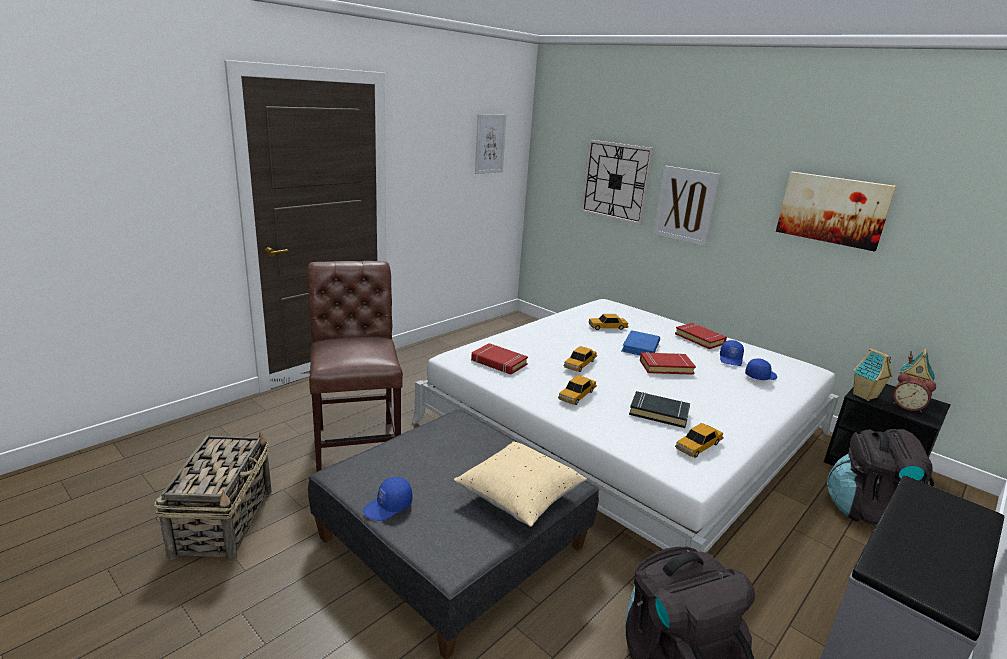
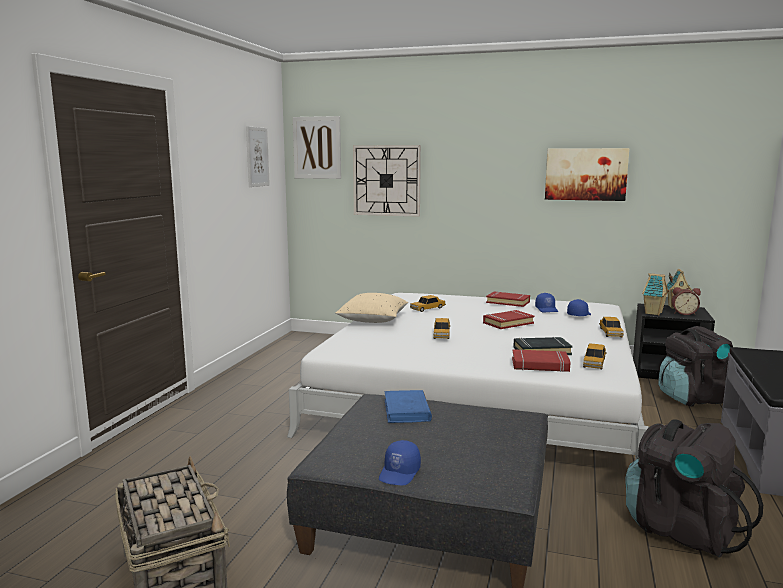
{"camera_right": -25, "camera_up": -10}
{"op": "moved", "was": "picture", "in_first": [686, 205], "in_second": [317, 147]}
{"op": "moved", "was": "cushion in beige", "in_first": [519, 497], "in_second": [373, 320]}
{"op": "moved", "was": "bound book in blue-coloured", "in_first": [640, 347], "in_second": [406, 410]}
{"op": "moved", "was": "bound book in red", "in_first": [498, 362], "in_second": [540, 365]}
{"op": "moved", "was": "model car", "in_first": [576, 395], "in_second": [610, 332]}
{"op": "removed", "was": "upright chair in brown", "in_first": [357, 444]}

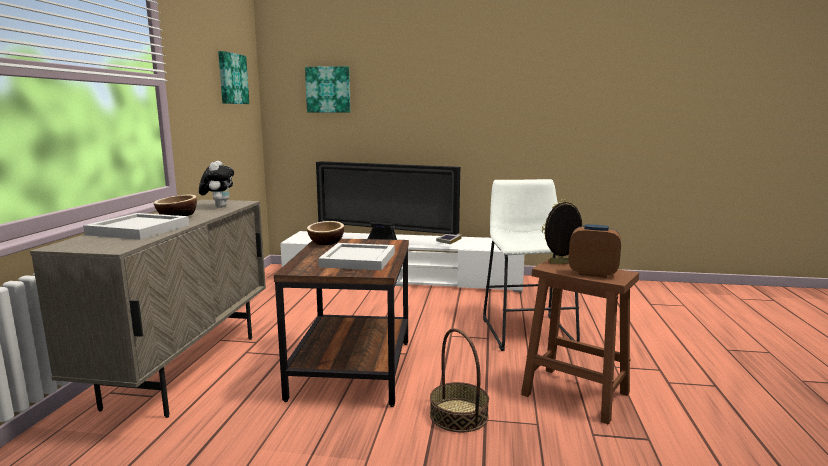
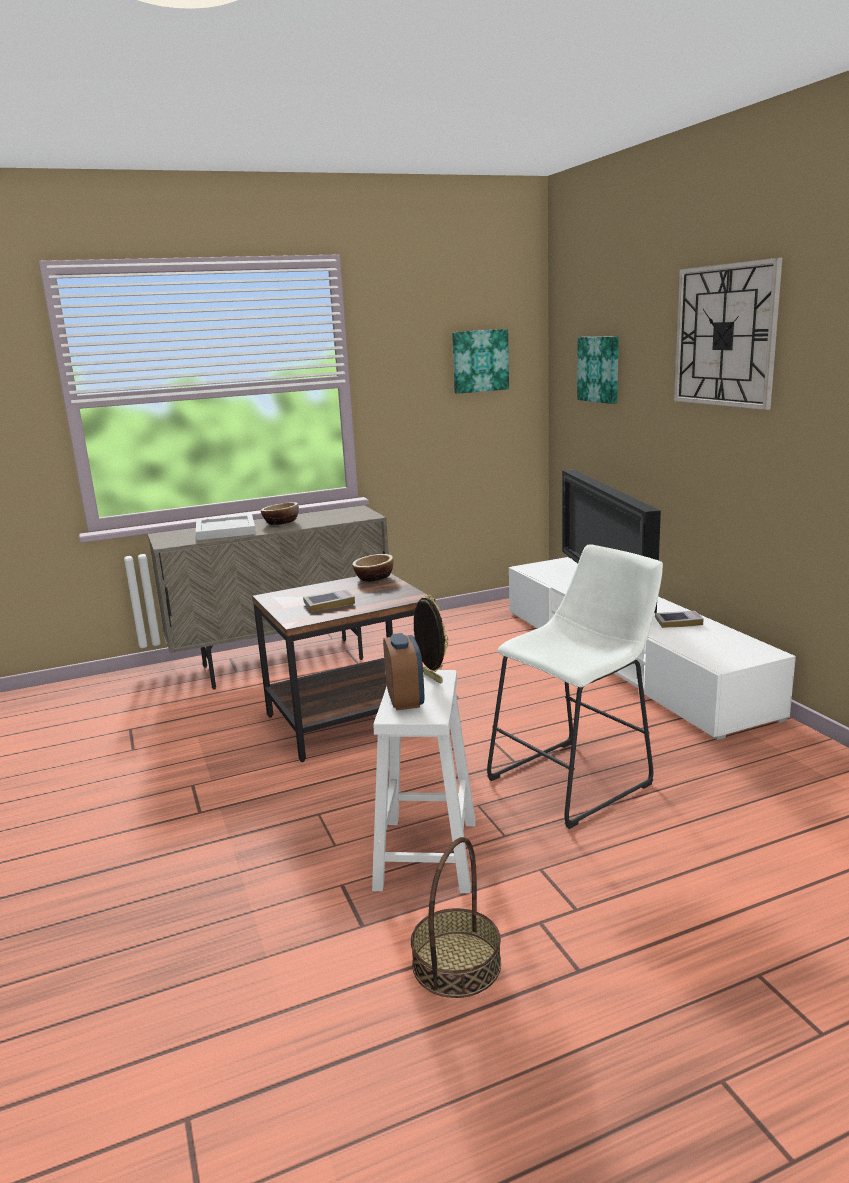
{"camera_right": 60, "camera_up": 5}
{"op": "replaced", "was": "tray in white-coloured", "now": "bound book", "in_first": [359, 259], "in_second": [329, 604]}
{"op": "recoloured", "was": "stool seat in brown", "now": "stool seat in white-coloured", "in_first": [577, 394], "in_second": [427, 855]}
{"op": "moved", "was": "household basket", "in_first": [459, 415], "in_second": [456, 964]}
{"op": "added", "now": "clock on the wall", "in_second": [725, 336]}
{"op": "removed", "was": "soft toy", "in_first": [219, 206]}

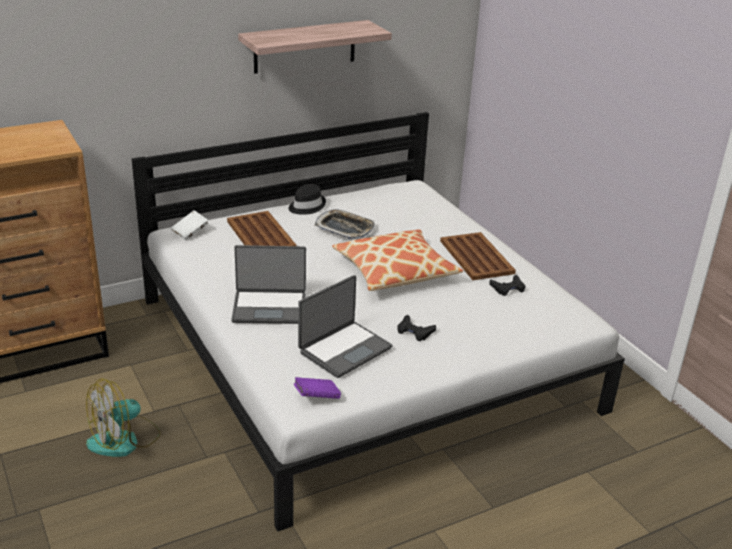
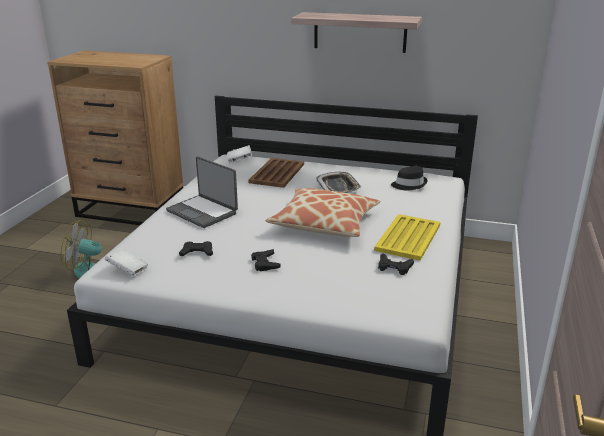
{"camera_right": 45, "camera_up": -5}
{"op": "recoloured", "was": "bound book in purple", "now": "bound book in white-coloured", "in_first": [316, 397], "in_second": [128, 270]}
{"op": "replaced", "was": "laptop", "now": "gamepad in blackish", "in_first": [344, 349], "in_second": [197, 252]}
{"op": "recoloured", "was": "tray in brown", "now": "tray in yellow-coloured", "in_first": [476, 256], "in_second": [408, 237]}
{"op": "moved", "was": "clothing hat in blackish", "in_first": [306, 206], "in_second": [409, 184]}

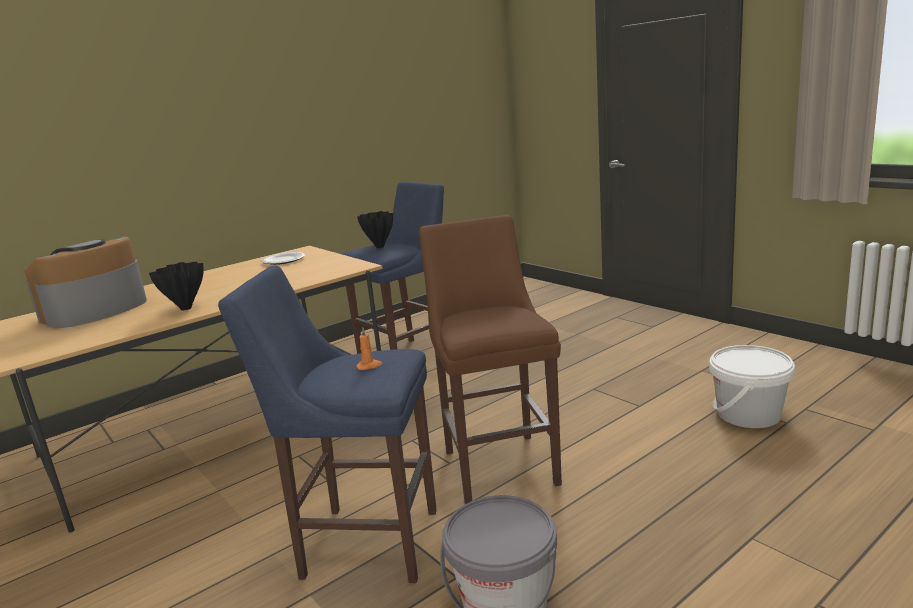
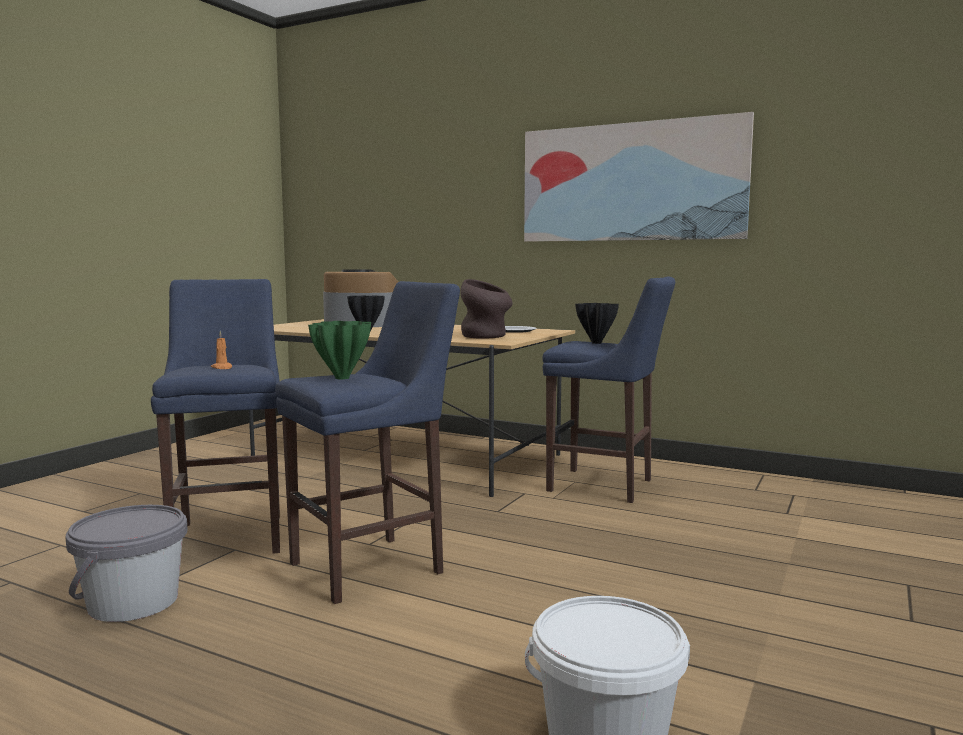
{"camera_right": 65, "camera_up": -10}
{"op": "recoloured", "was": "stool seat in brown", "now": "stool seat in blue-coloured", "in_first": [499, 463], "in_second": [373, 566]}
{"op": "added", "now": "vase in greenish", "in_second": [343, 378]}
{"op": "added", "now": "vase in brown", "in_second": [486, 336]}
{"op": "added", "now": "picture", "in_second": [630, 182]}

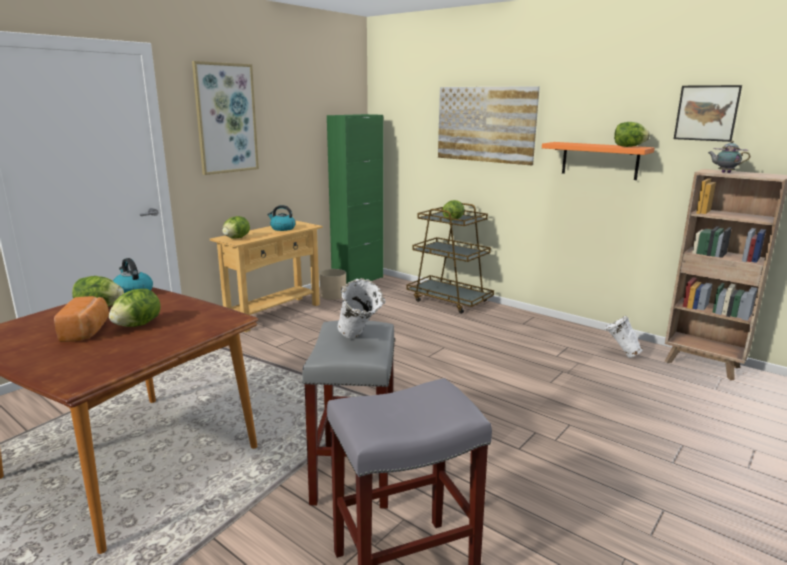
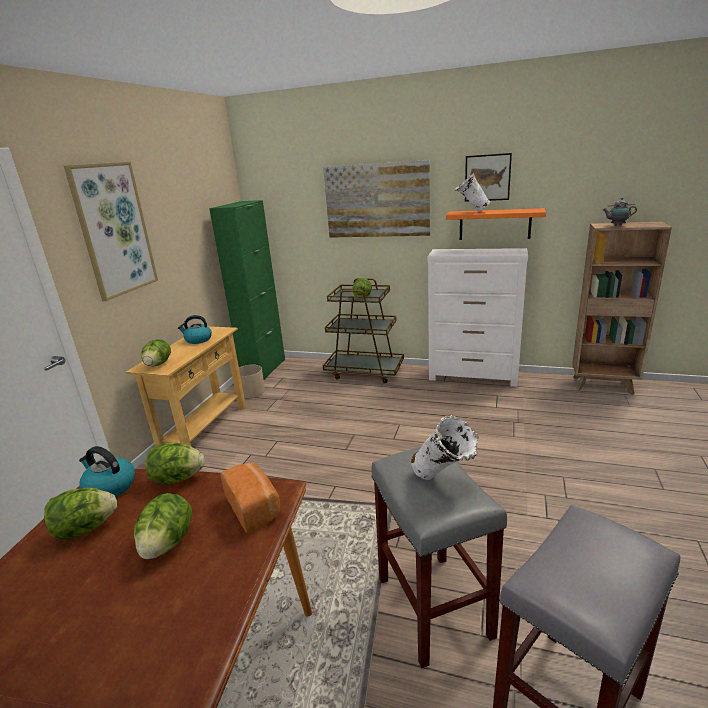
{"camera_right": -20, "camera_up": 5}
{"op": "moved", "was": "lettuce head", "in_first": [628, 146], "in_second": [178, 479]}
{"op": "moved", "was": "bread", "in_first": [87, 331], "in_second": [254, 507]}
{"op": "added", "now": "dresser in white-coloured", "in_second": [473, 377]}
{"op": "moved", "was": "vase in white-coloured", "in_first": [620, 354], "in_second": [471, 212]}
{"op": "moved", "was": "picture", "in_first": [706, 113], "in_second": [487, 177]}

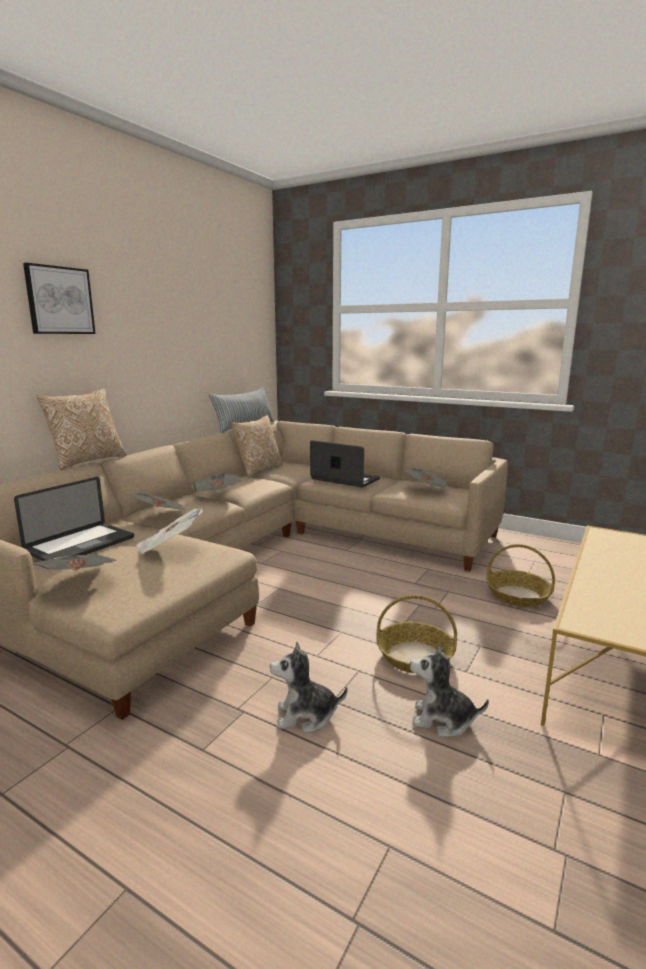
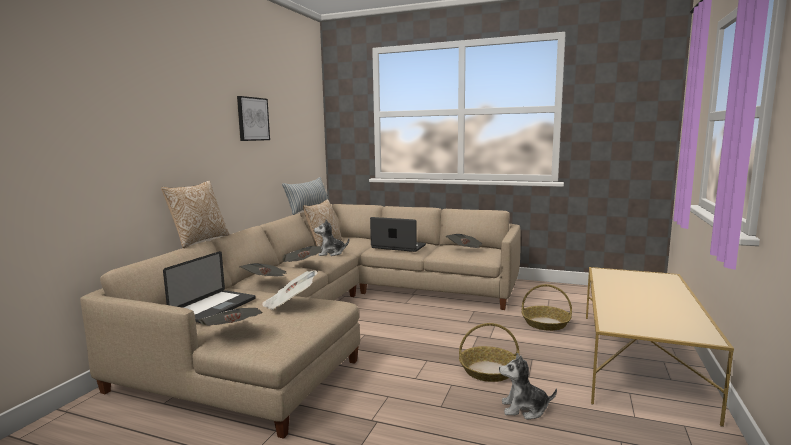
{"camera_right": -10, "camera_up": -5}
{"op": "moved", "was": "picture", "in_first": [59, 300], "in_second": [252, 119]}
{"op": "moved", "was": "soft toy", "in_first": [306, 716], "in_second": [331, 253]}

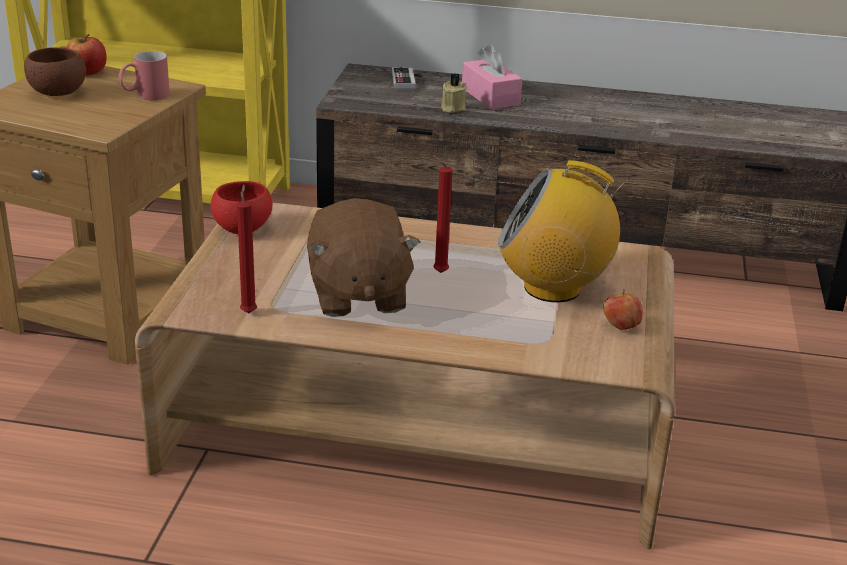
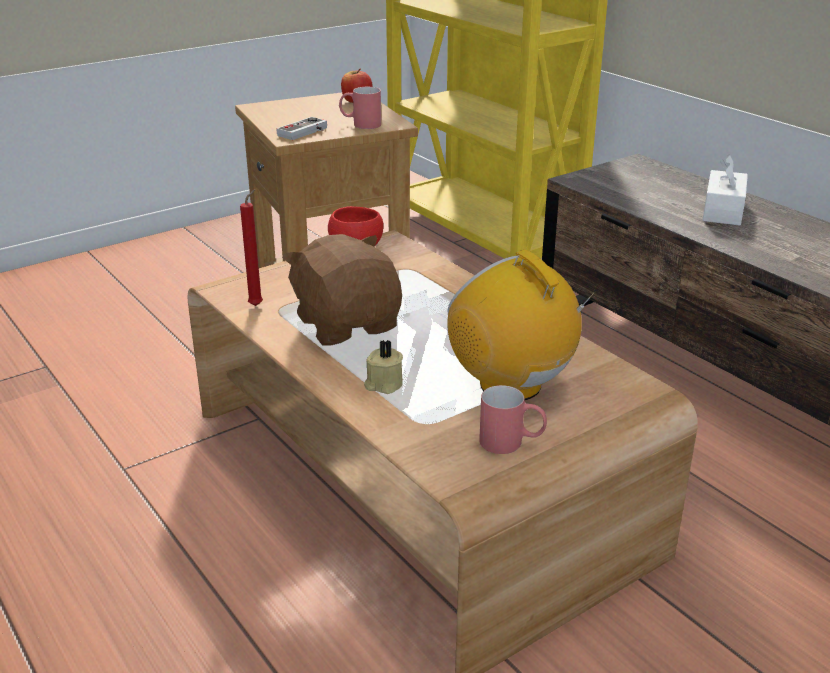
{"camera_right": 45, "camera_up": 0}
{"op": "moved", "was": "gamepad", "in_first": [408, 82], "in_second": [306, 133]}
{"op": "turned", "was": "soft toy in brown", "in_first": [357, 295], "in_second": [347, 324], "clockwise": 120}
{"op": "moved", "was": "wax light in beige", "in_first": [452, 108], "in_second": [383, 384]}
{"op": "replaced", "was": "whole apple", "now": "tea mug in red", "in_first": [620, 327], "in_second": [511, 443]}
{"op": "recoloured", "was": "box of tissues in pink", "now": "box of tissues in white-coloured", "in_first": [490, 96], "in_second": [723, 211]}
{"op": "removed", "was": "deep dish in brown", "in_first": [58, 93]}
{"op": "removed", "was": "wax light in red", "in_first": [438, 272]}

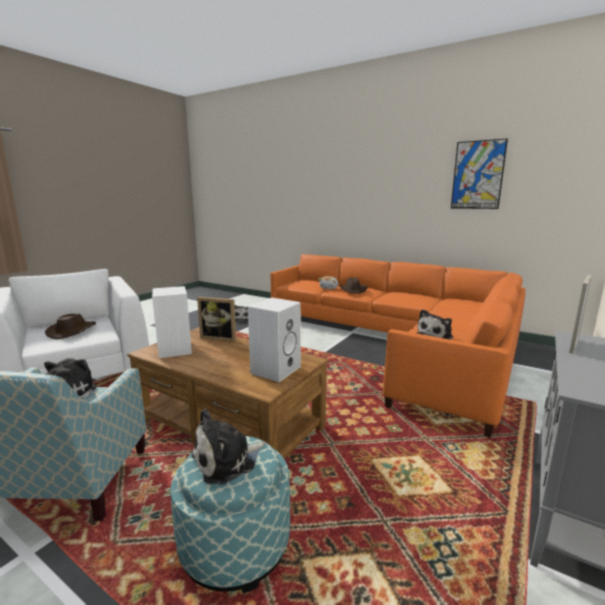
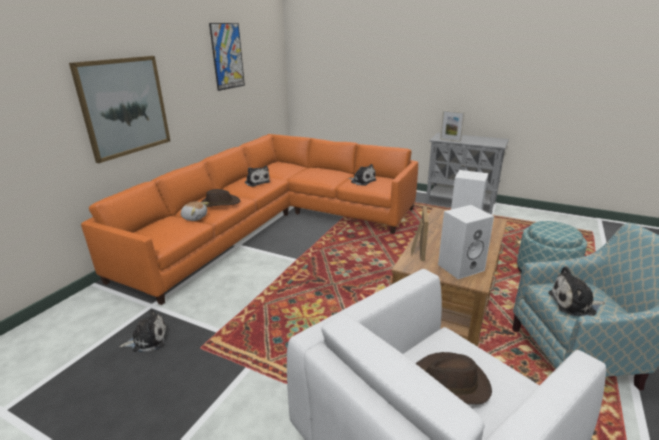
{"camera_right": -95, "camera_up": 10}
{"op": "added", "now": "picture", "in_second": [124, 107]}
{"op": "moved", "was": "soft toy", "in_first": [227, 460], "in_second": [257, 182]}

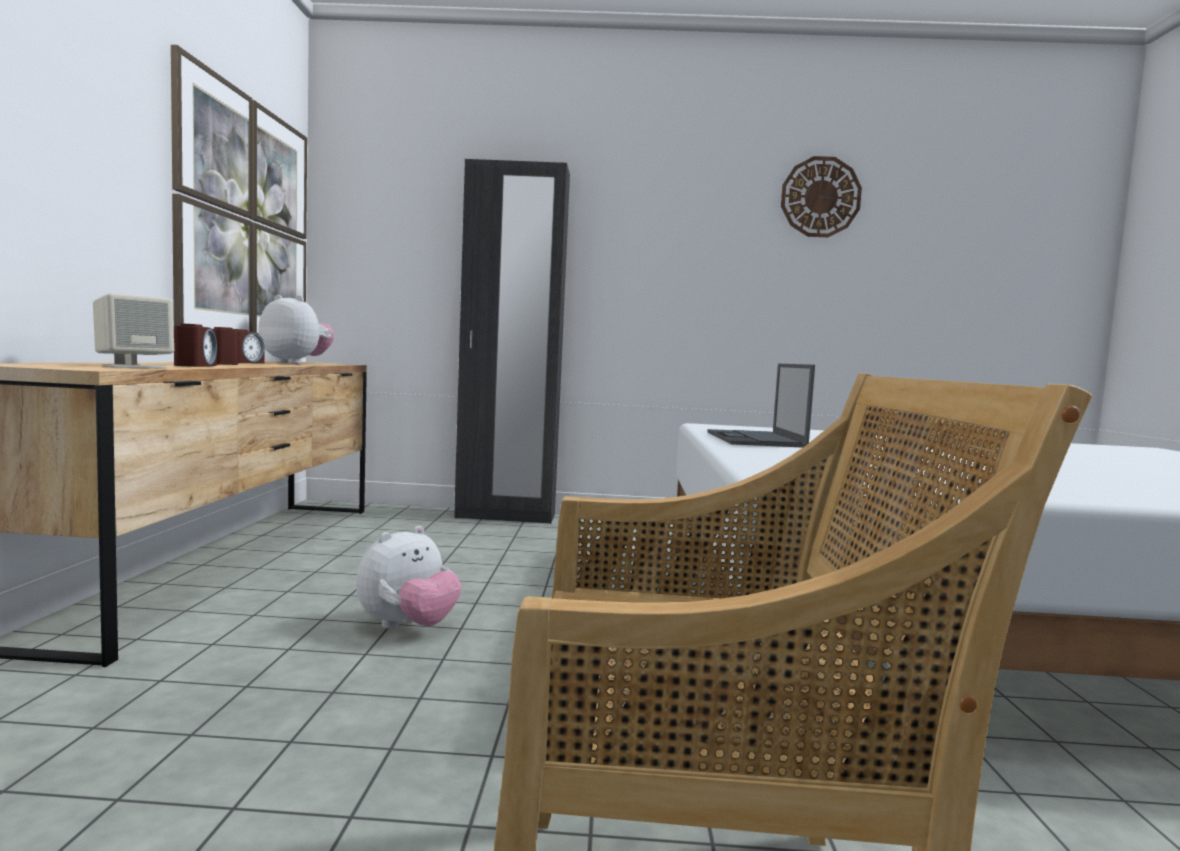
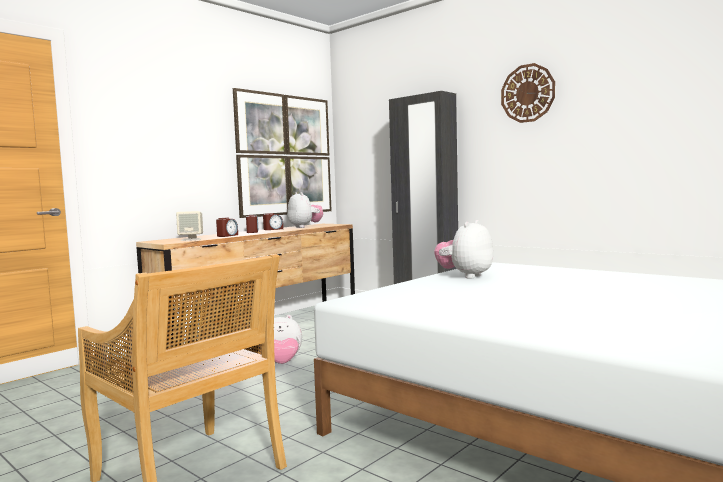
{"camera_right": 40, "camera_up": 0}
{"op": "replaced", "was": "laptop", "now": "soft toy", "in_first": [755, 439], "in_second": [465, 276]}
{"op": "moved", "was": "clock on the wall", "in_first": [820, 197], "in_second": [527, 93]}

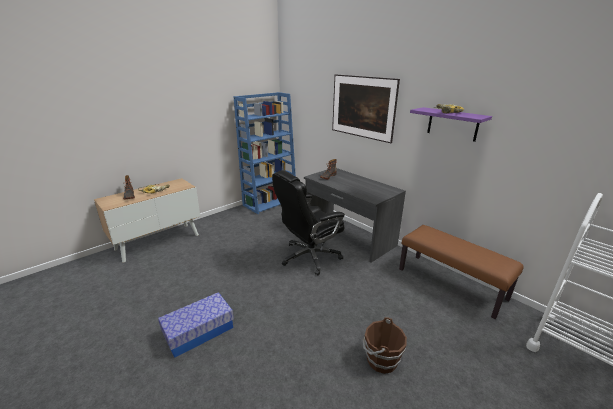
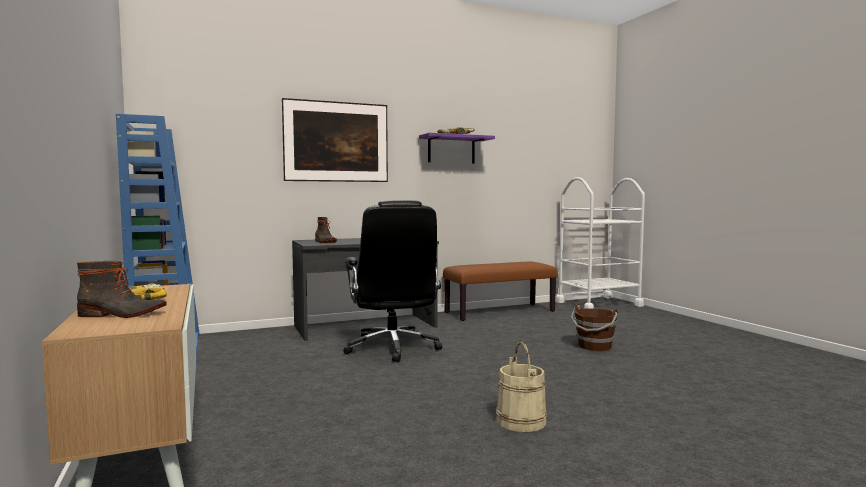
{"camera_right": -70, "camera_up": -20}
{"op": "replaced", "was": "storage bin", "now": "pail in beige", "in_first": [199, 331], "in_second": [520, 421]}

